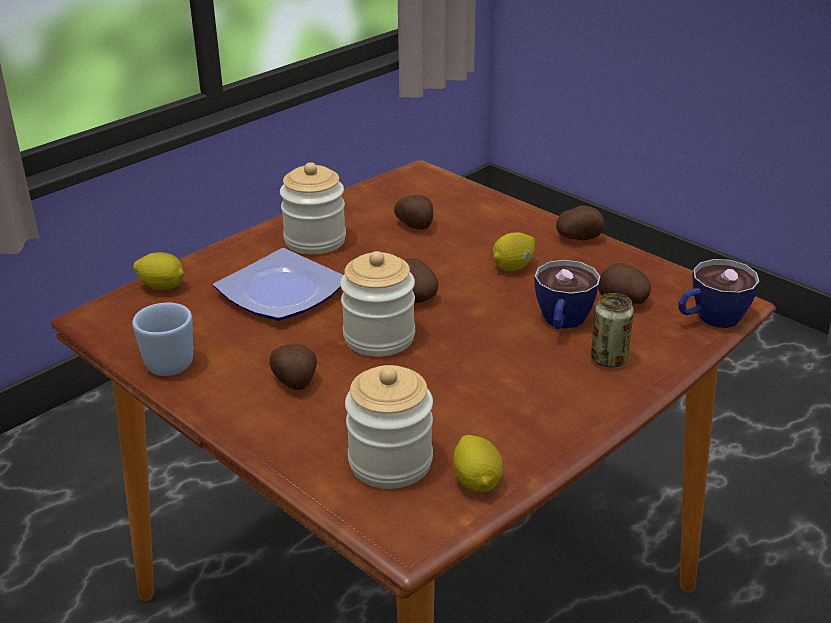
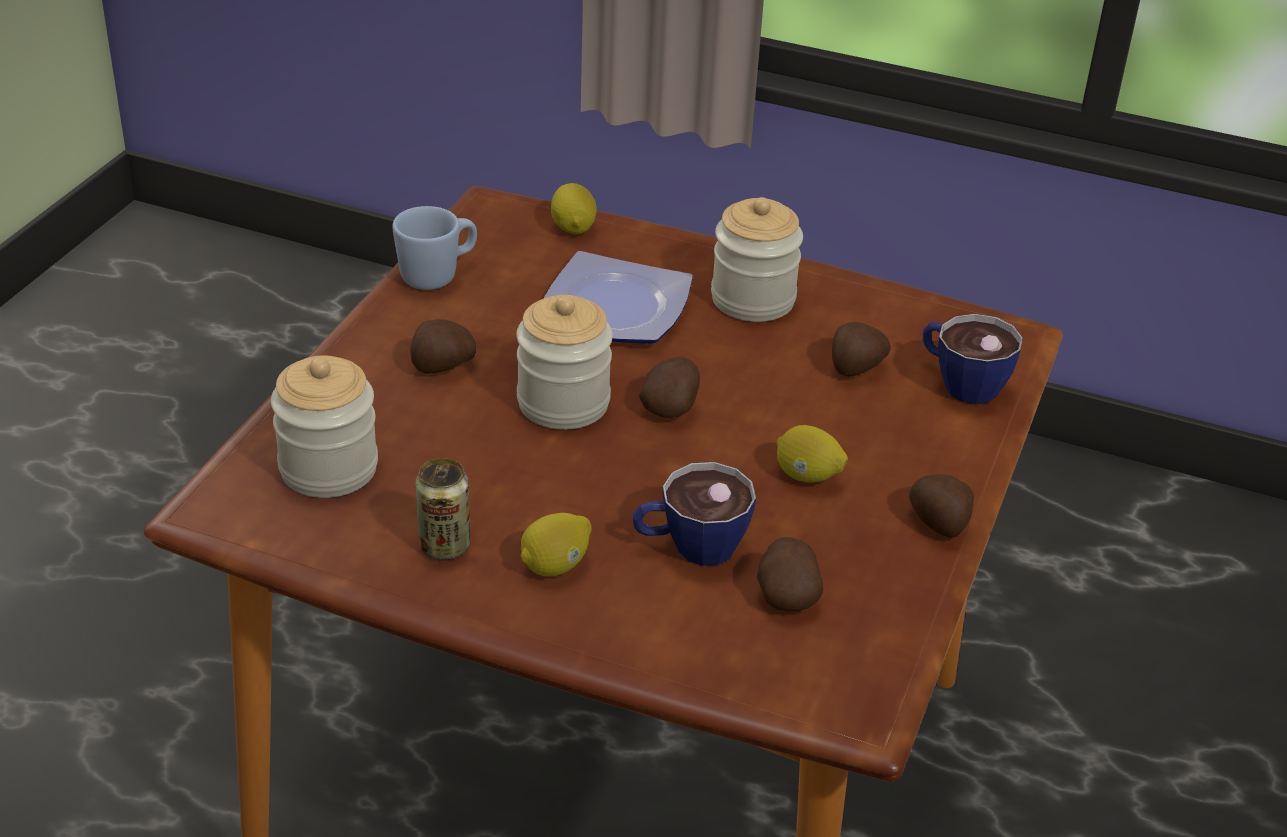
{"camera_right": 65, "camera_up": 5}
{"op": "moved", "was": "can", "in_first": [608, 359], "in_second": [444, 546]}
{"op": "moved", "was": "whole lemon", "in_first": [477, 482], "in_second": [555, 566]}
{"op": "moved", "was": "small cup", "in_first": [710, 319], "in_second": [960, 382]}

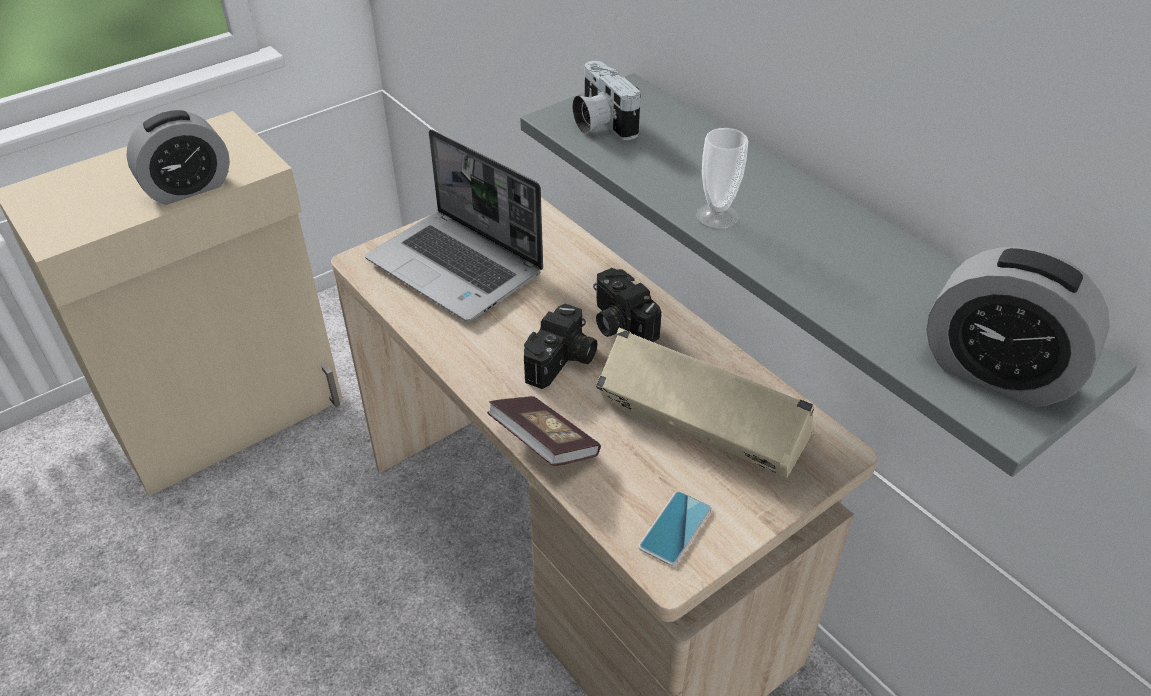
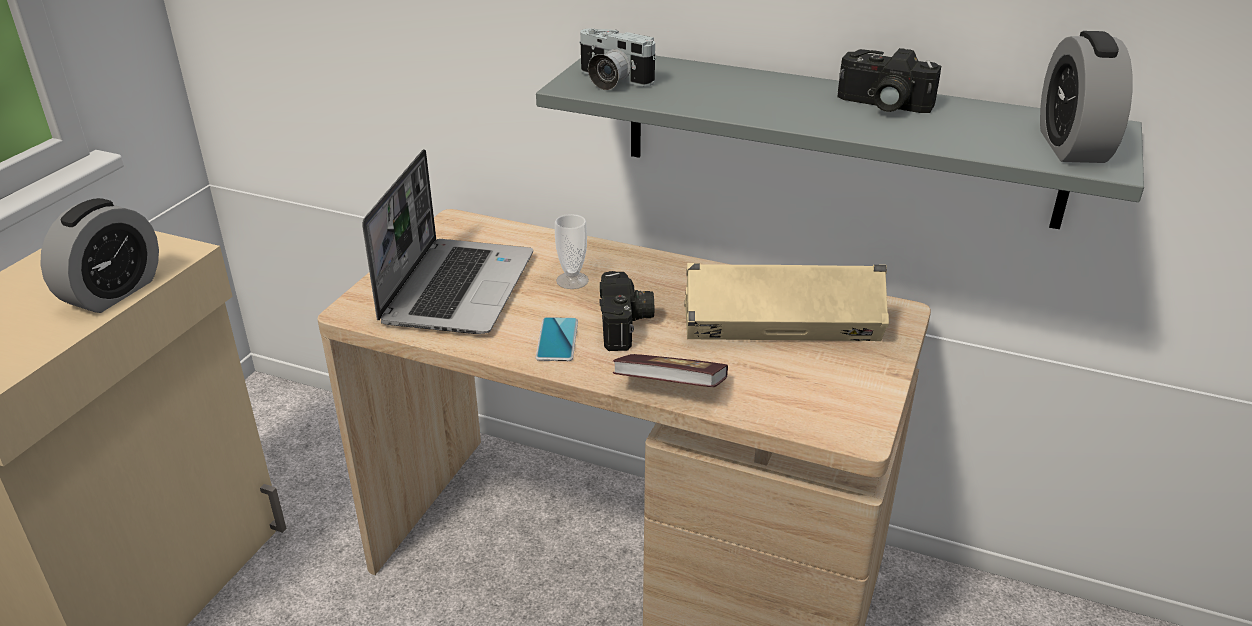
{"camera_right": -30, "camera_up": -10}
{"op": "turned", "was": "laptop", "in_first": [457, 267], "in_second": [457, 287], "clockwise": -90}
{"op": "moved", "was": "telephone", "in_first": [675, 528], "in_second": [557, 340]}
{"op": "moved", "was": "small cup", "in_first": [717, 216], "in_second": [572, 280]}
{"op": "moved", "was": "still camera", "in_first": [618, 323], "in_second": [882, 105]}
{"op": "turned", "was": "alarm clock", "in_first": [996, 372], "in_second": [1071, 146], "clockwise": 90}

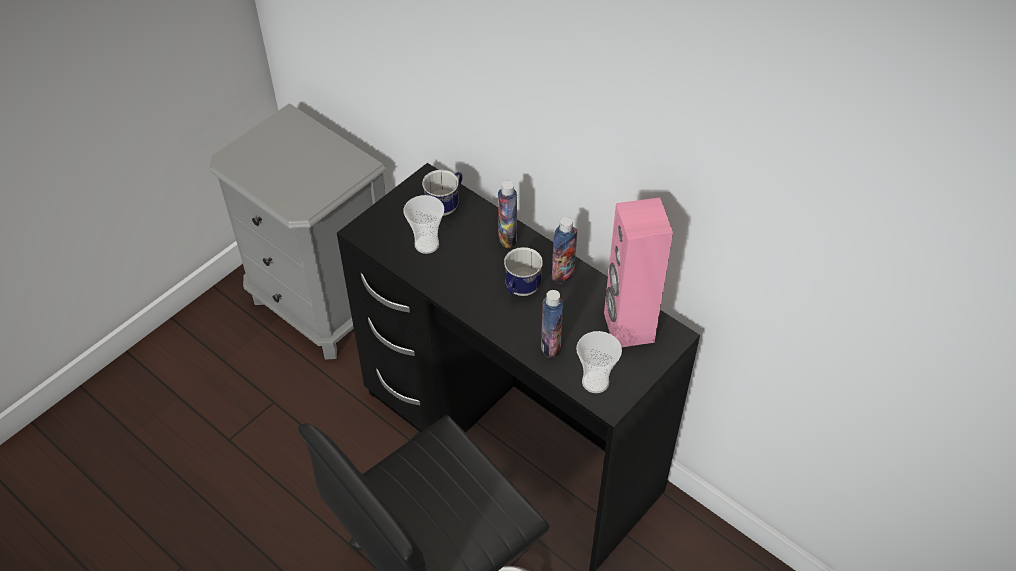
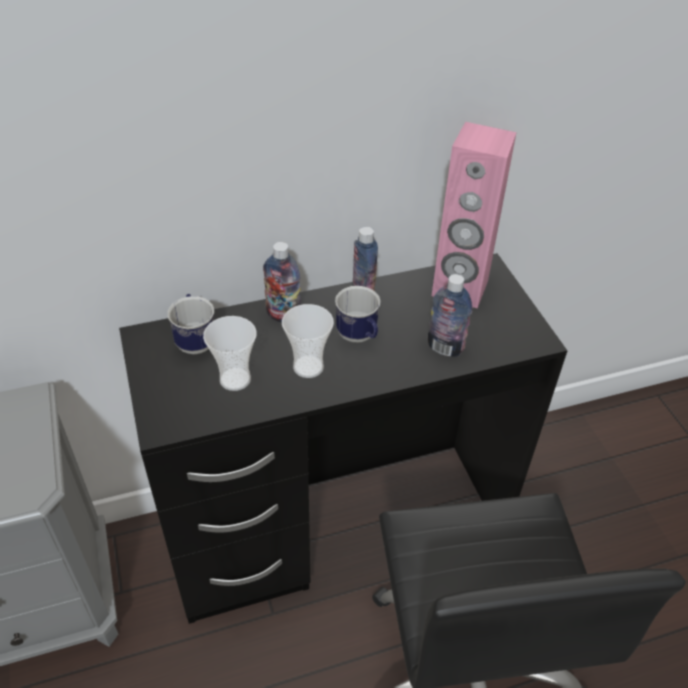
{"camera_right": -60, "camera_up": -5}
{"op": "moved", "was": "small cup", "in_first": [595, 382], "in_second": [308, 367]}

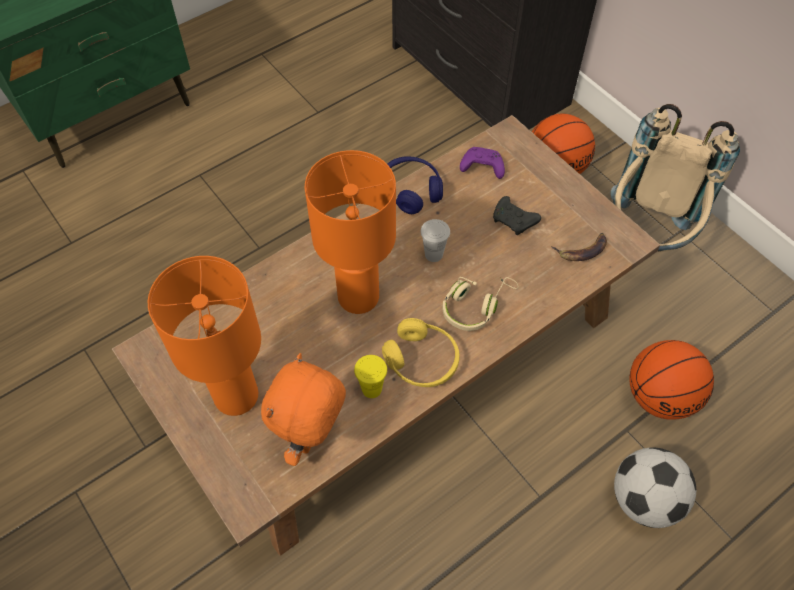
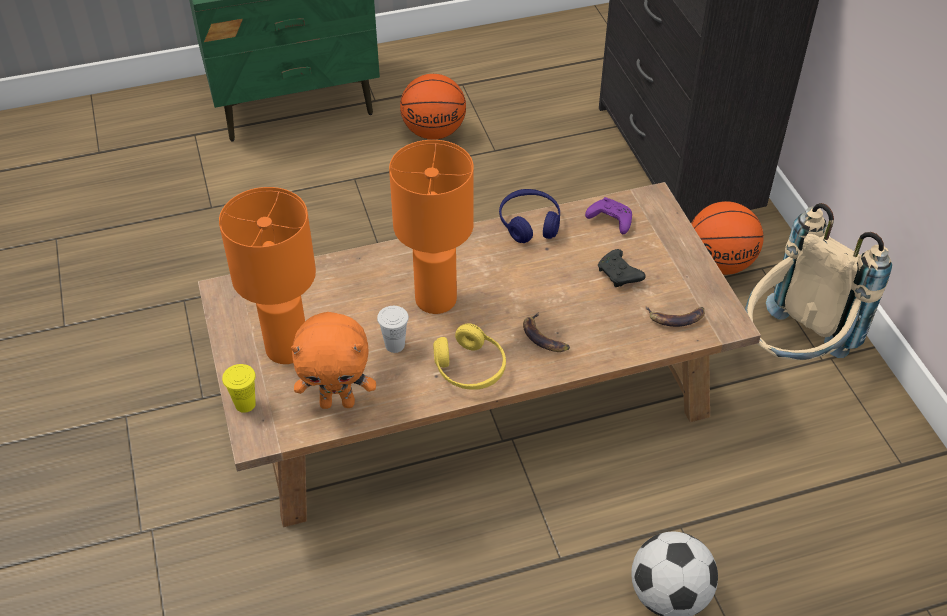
{"camera_right": 20, "camera_up": -10}
{"op": "moved", "was": "small cup in yellow-coloured", "in_first": [371, 389], "in_second": [245, 404]}
{"op": "turned", "was": "soft toy in orange-coloured", "in_first": [312, 439], "in_second": [338, 402], "clockwise": -135}
{"op": "moved", "was": "small cup in white-coloured", "in_first": [433, 254], "in_second": [395, 345]}
{"op": "moved", "was": "basketball ball", "in_first": [660, 396], "in_second": [434, 132]}
{"op": "replaced", "was": "headset in beige", "now": "whole banana", "in_first": [475, 306], "in_second": [544, 337]}

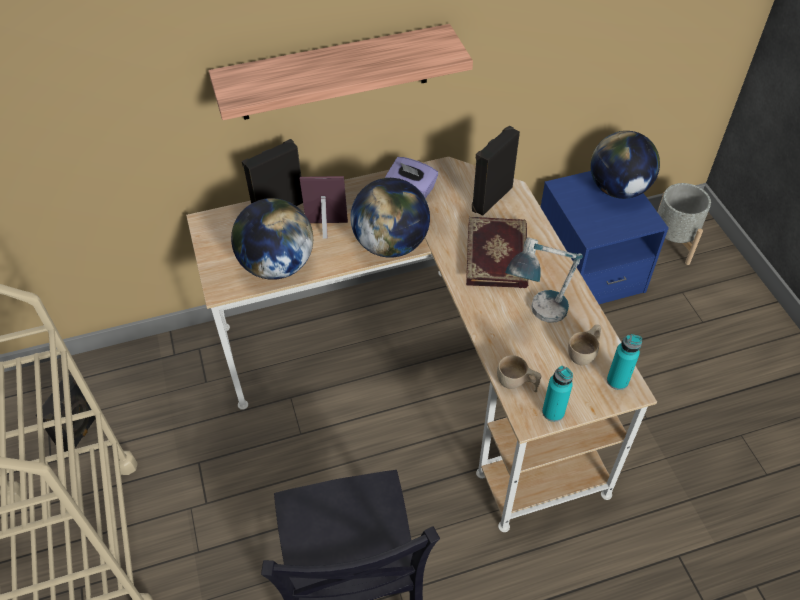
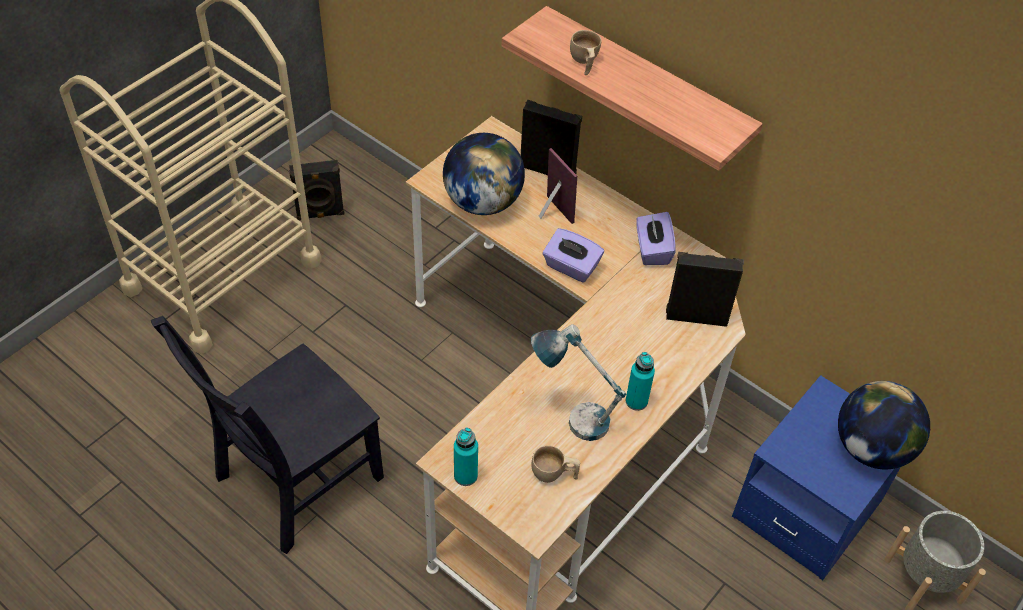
{"camera_right": 55, "camera_up": 0}
{"op": "replaced", "was": "world globe", "now": "box of tissues in purple", "in_first": [391, 244], "in_second": [571, 267]}
{"op": "moved", "was": "small cup in beige", "in_first": [517, 383], "in_second": [584, 63]}
{"op": "moved", "was": "drink bottle in turquoise-coloured", "in_first": [617, 381], "in_second": [636, 401]}
{"op": "removed", "was": "bound book", "in_first": [498, 255]}

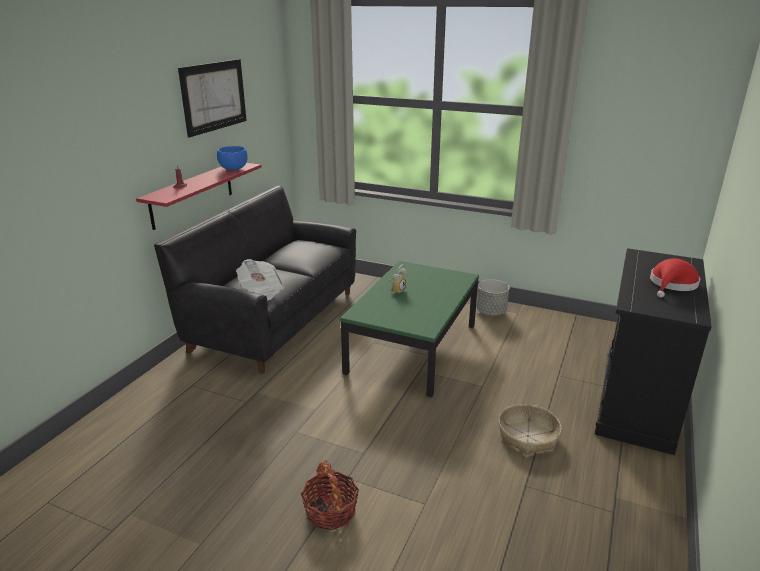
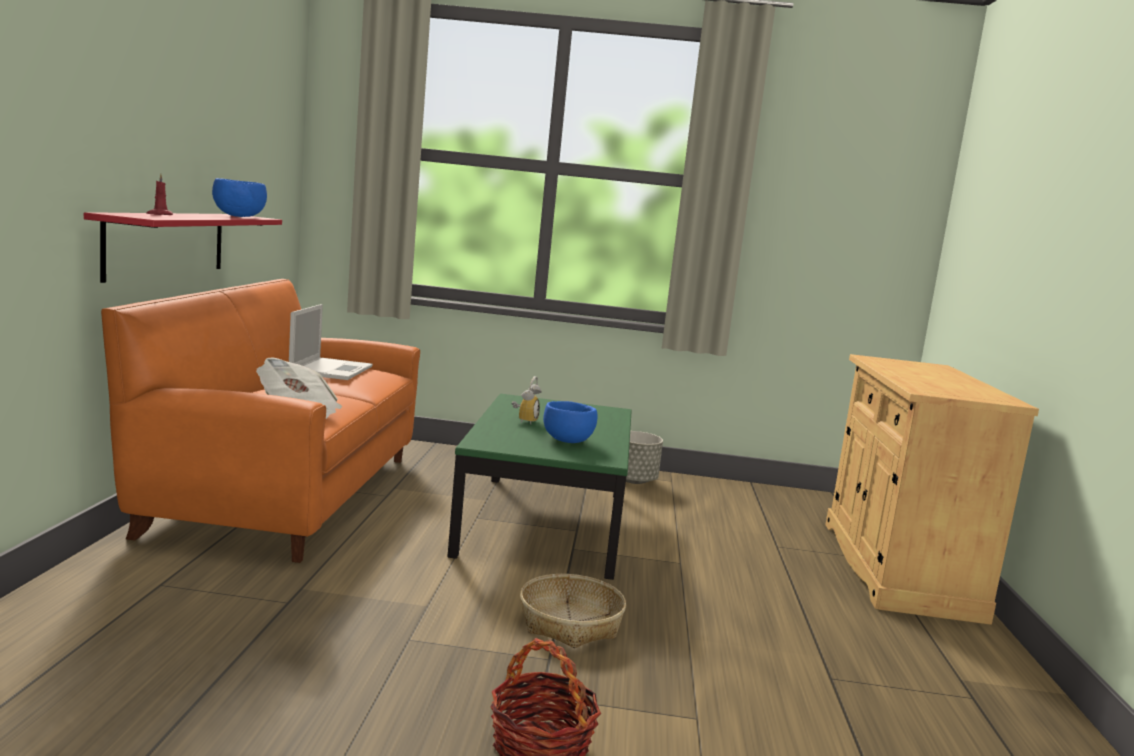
{"camera_right": -20, "camera_up": -15}
{"op": "recoloured", "was": "sofa in blackish", "now": "sofa in orange-coloured", "in_first": [275, 320], "in_second": [286, 493]}
{"op": "added", "now": "laptop", "in_second": [332, 369]}
{"op": "moved", "was": "household basket", "in_first": [528, 436], "in_second": [570, 623]}
{"op": "added", "now": "deep dish in blue-coloured", "in_second": [568, 441]}
{"op": "recoloured", "was": "storage cabinet in blackish", "now": "storage cabinet in beige", "in_first": [636, 400], "in_second": [897, 568]}
{"op": "removed", "was": "picture", "in_first": [214, 96]}
{"op": "removed", "was": "clothing hat in red", "in_first": [672, 284]}

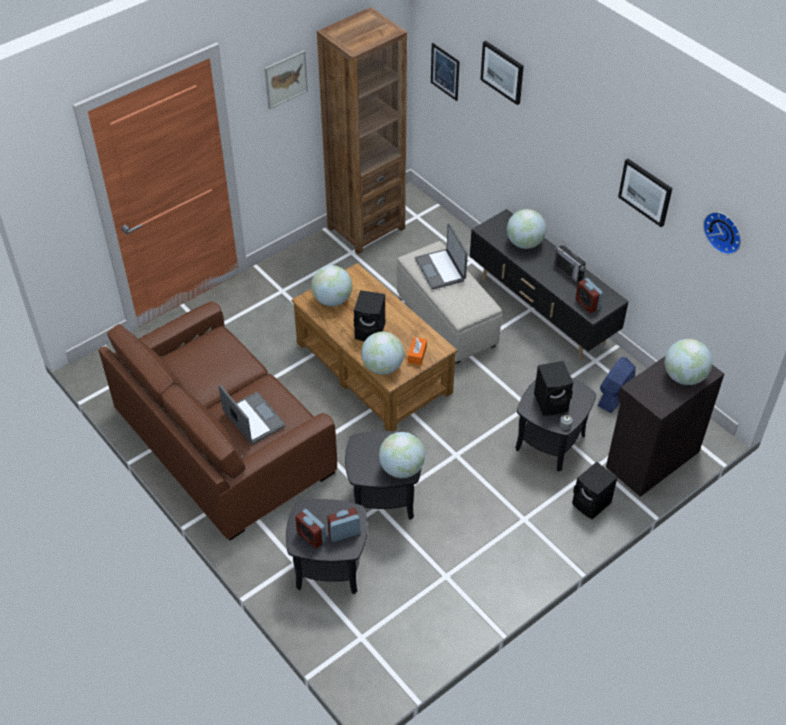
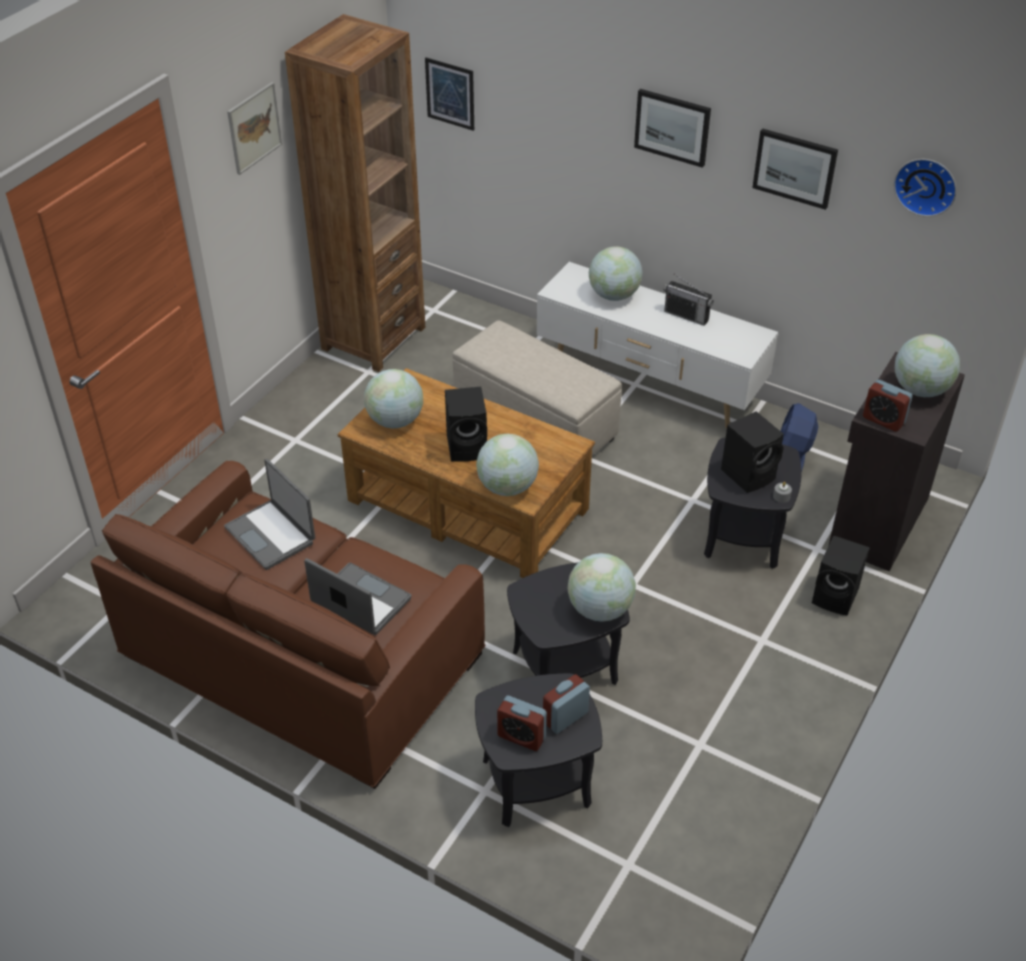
{"camera_right": -20, "camera_up": -5}
{"op": "moved", "was": "laptop", "in_first": [441, 269], "in_second": [271, 534]}
{"op": "recoloured", "was": "tv unit in blackish", "now": "tv unit in white-coloured", "in_first": [541, 312], "in_second": [649, 385]}
{"op": "moved", "was": "picture", "in_first": [502, 72], "in_second": [672, 127]}
{"op": "moved", "was": "alarm clock", "in_first": [587, 304], "in_second": [883, 420]}
{"op": "removed", "was": "box of tissues in orange-coloured", "in_first": [417, 354]}

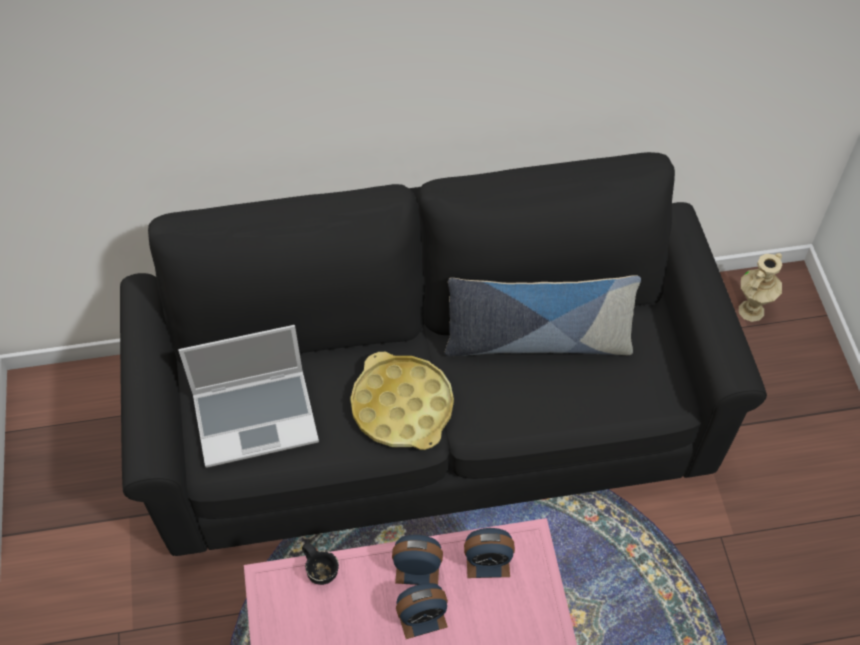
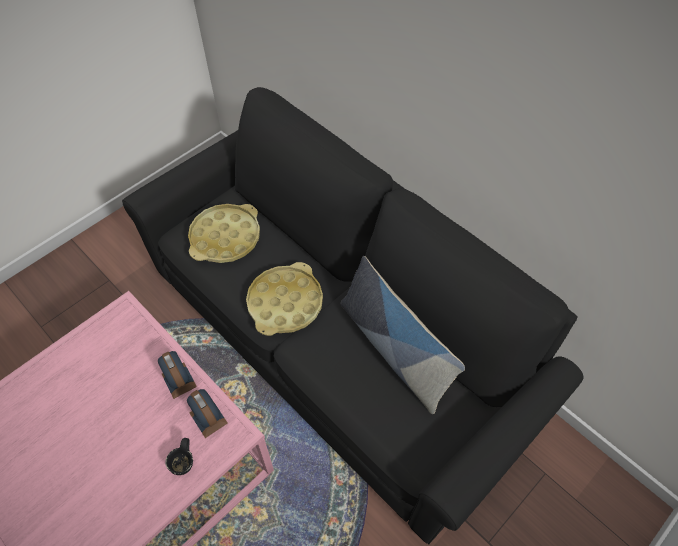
{"camera_right": 55, "camera_up": 0}
{"op": "moved", "was": "tea mug in blackish", "in_first": [322, 571], "in_second": [185, 463]}
{"op": "replaced", "was": "laptop", "now": "tray in yellow-coloured", "in_first": [257, 417], "in_second": [225, 237]}
{"op": "removed", "was": "alarm clock", "in_first": [421, 617]}
{"op": "removed", "was": "vase in beige", "in_first": [751, 311]}

